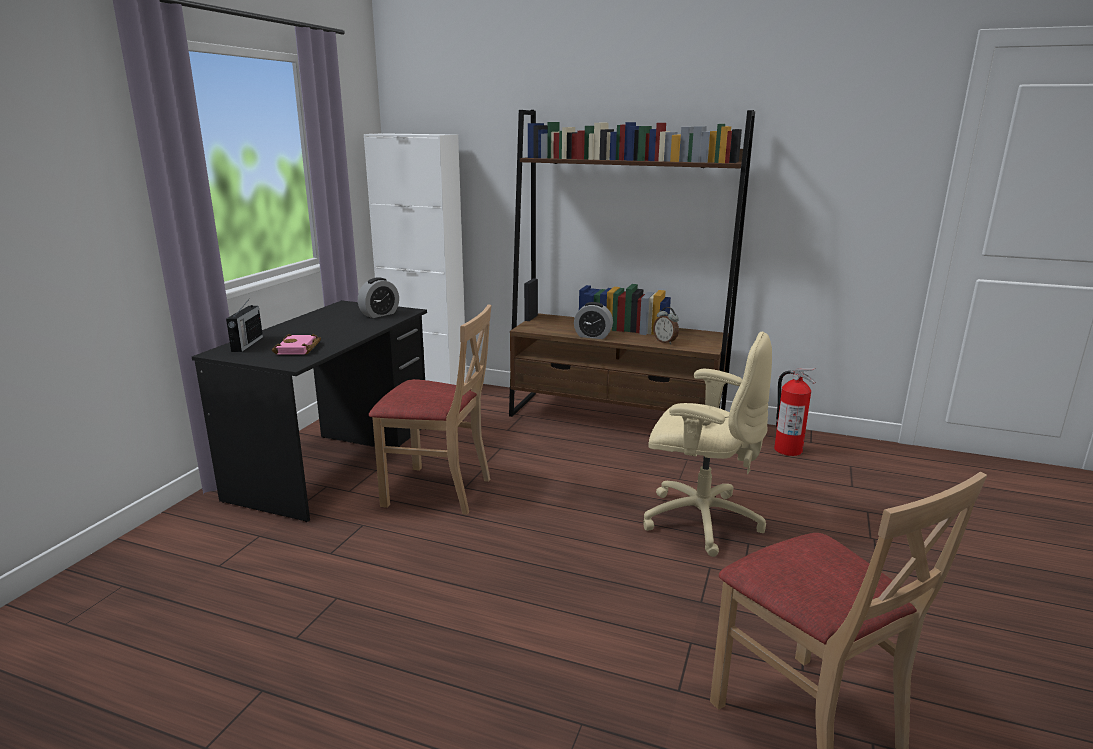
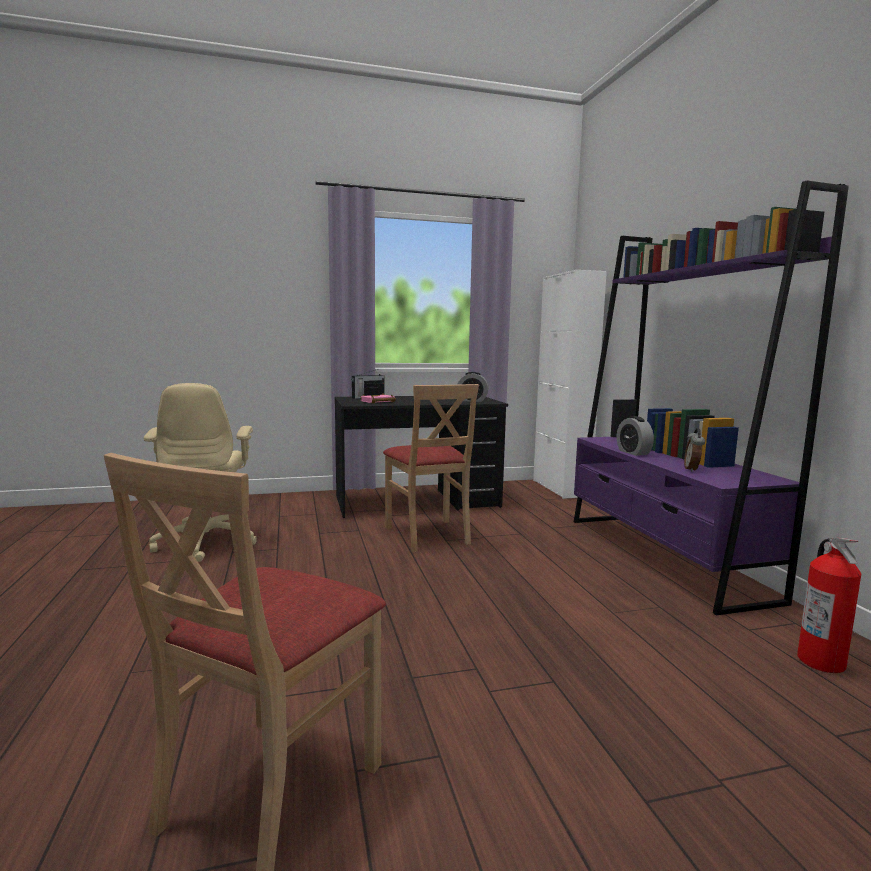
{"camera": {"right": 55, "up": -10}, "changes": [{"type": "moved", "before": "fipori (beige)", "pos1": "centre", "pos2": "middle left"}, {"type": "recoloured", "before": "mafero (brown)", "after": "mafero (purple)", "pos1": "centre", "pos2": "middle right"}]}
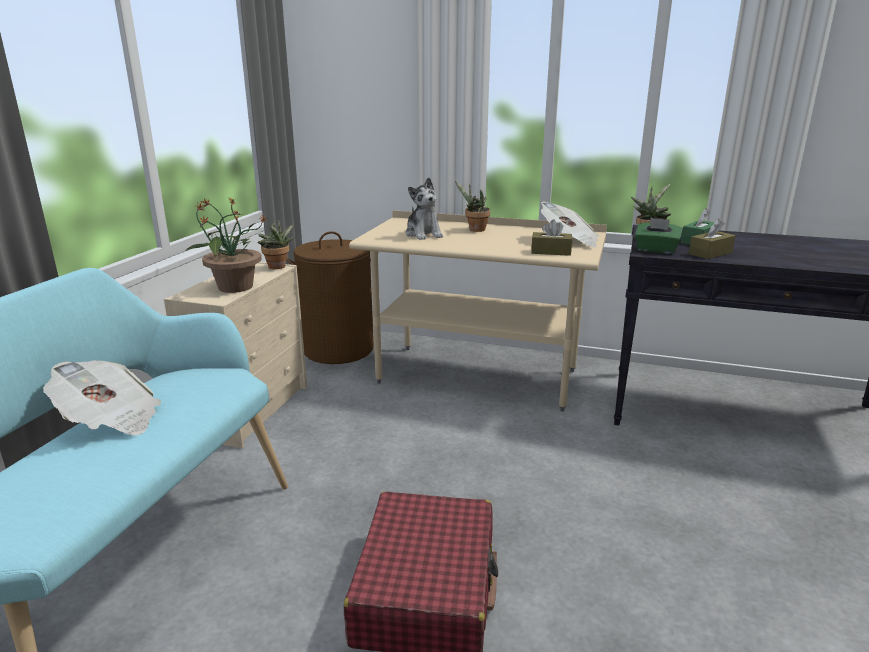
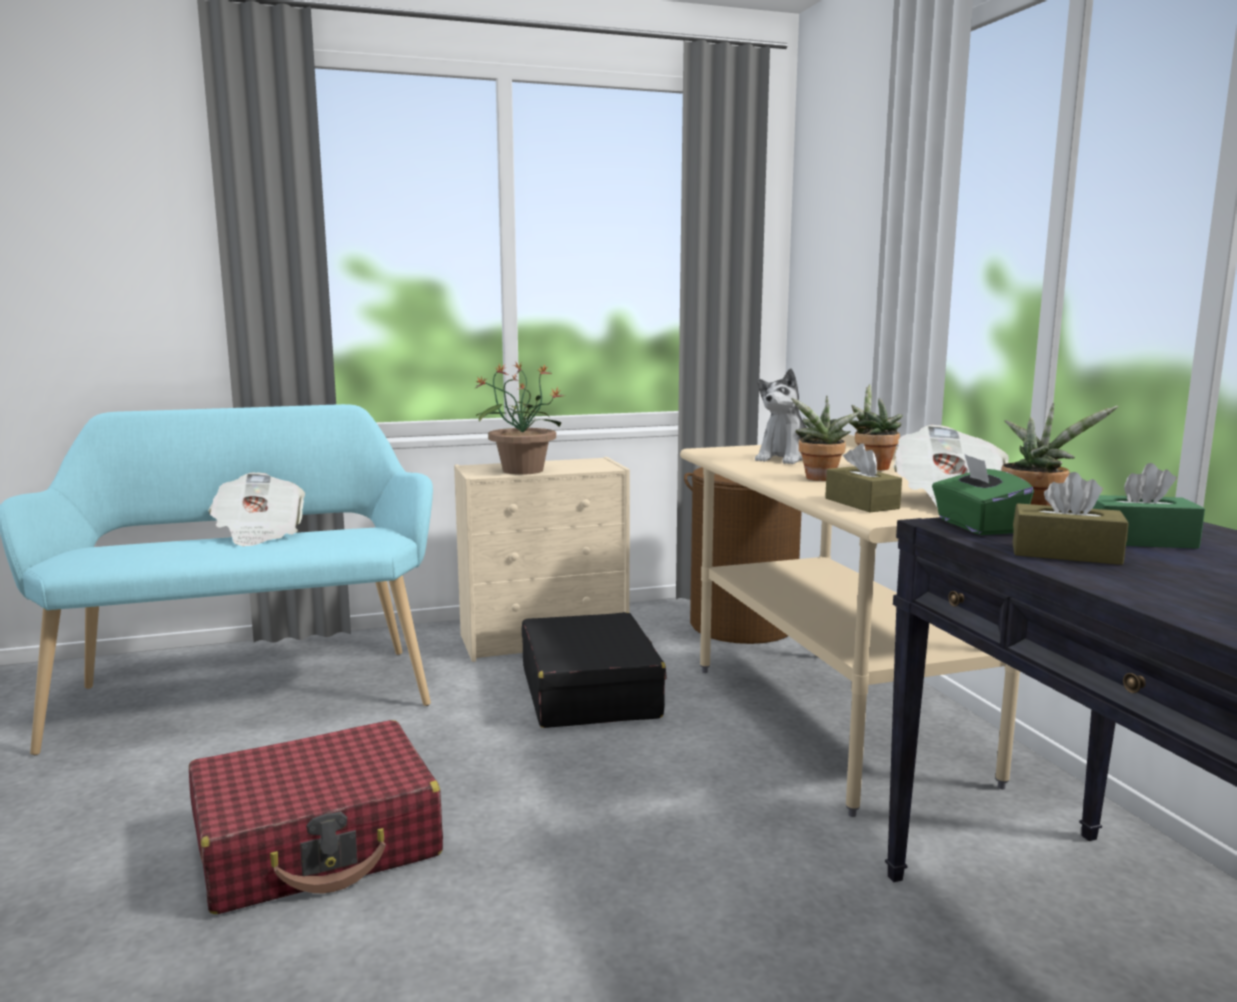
{"camera": {"right": 55, "up": -10}, "changes": [{"type": "added", "after": "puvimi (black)", "pos2": "bottom centre"}, {"type": "moved", "before": "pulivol (2nd from left)", "pos1": "middle left", "pos2": "middle right"}]}
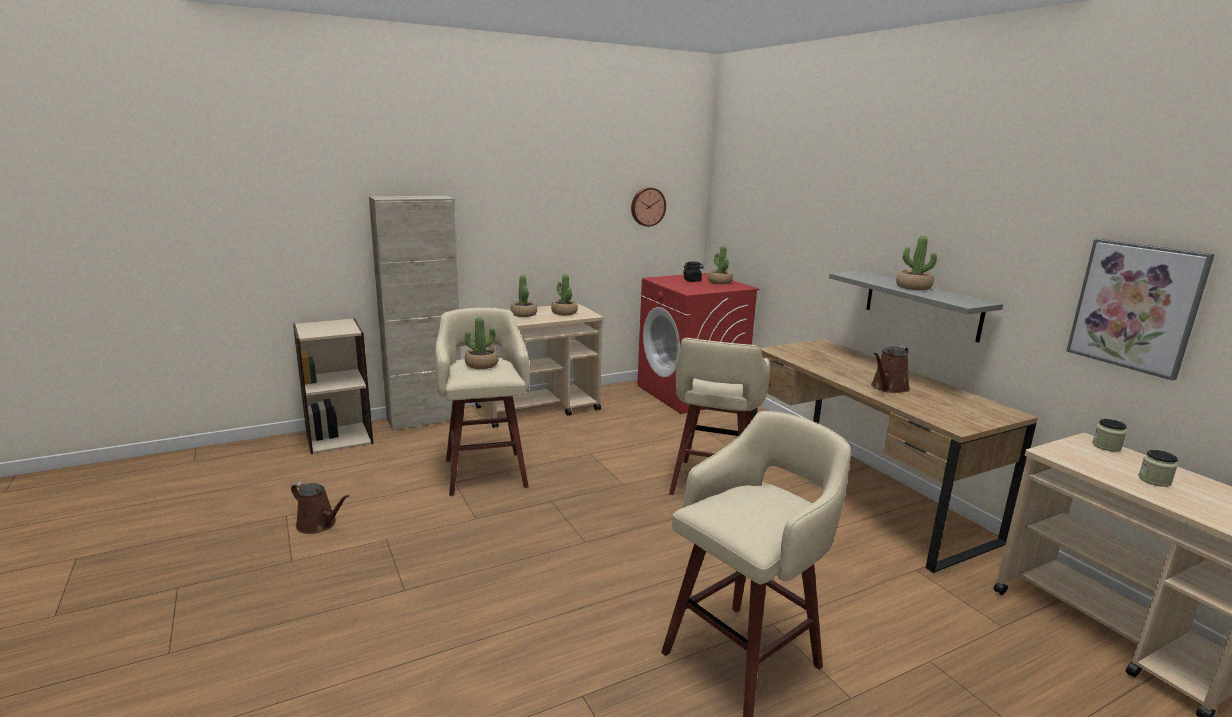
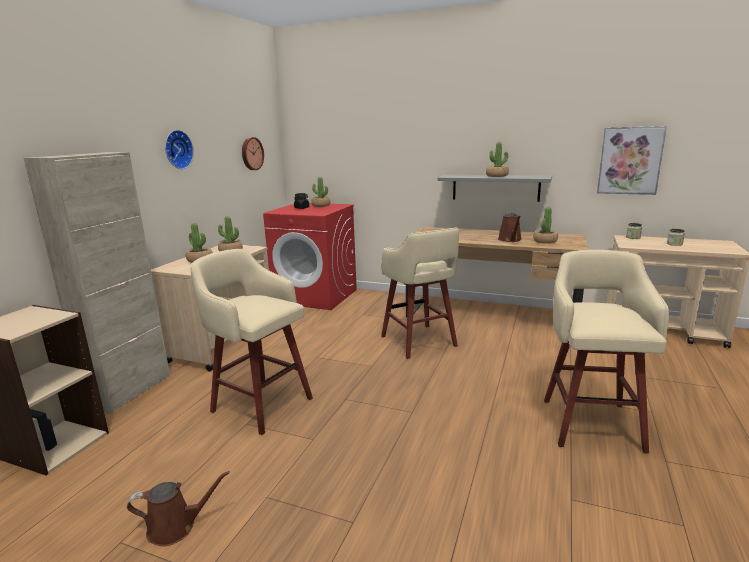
{"camera": {"right": -40, "up": 0}, "changes": [{"type": "added", "after": "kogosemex (1st from left)", "pos2": "top left"}, {"type": "moved", "before": "pulivol (1st from left in the first image)", "after": "pulivol (5th from left)", "pos1": "centre", "pos2": "middle right"}]}
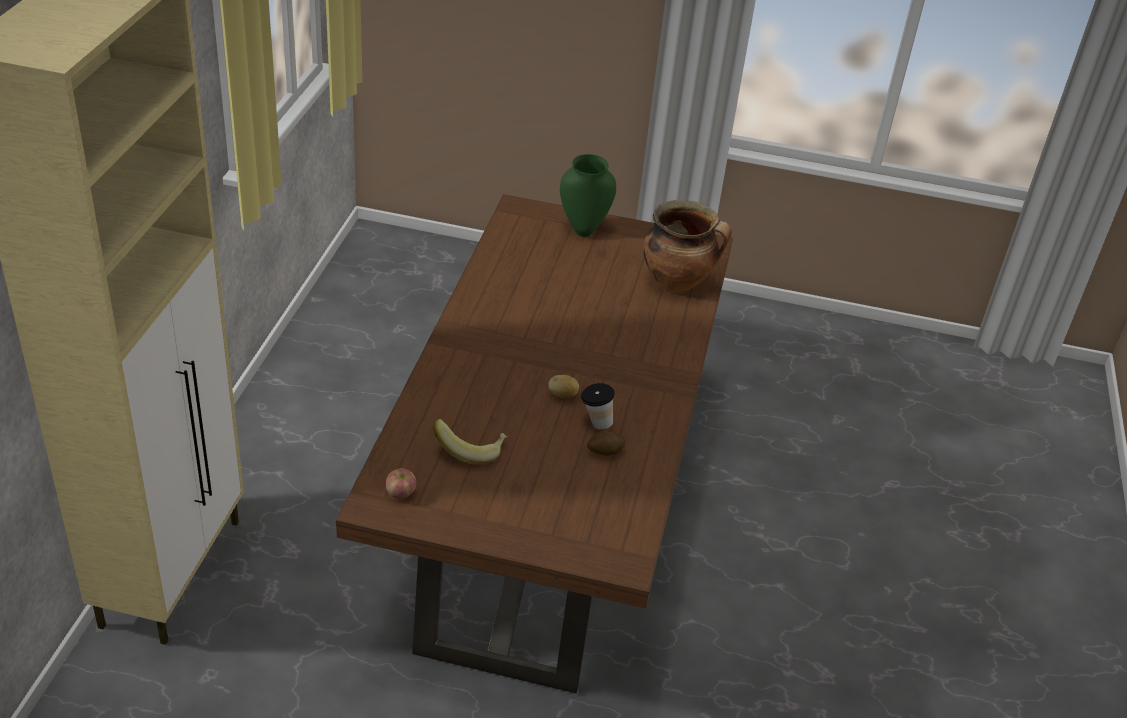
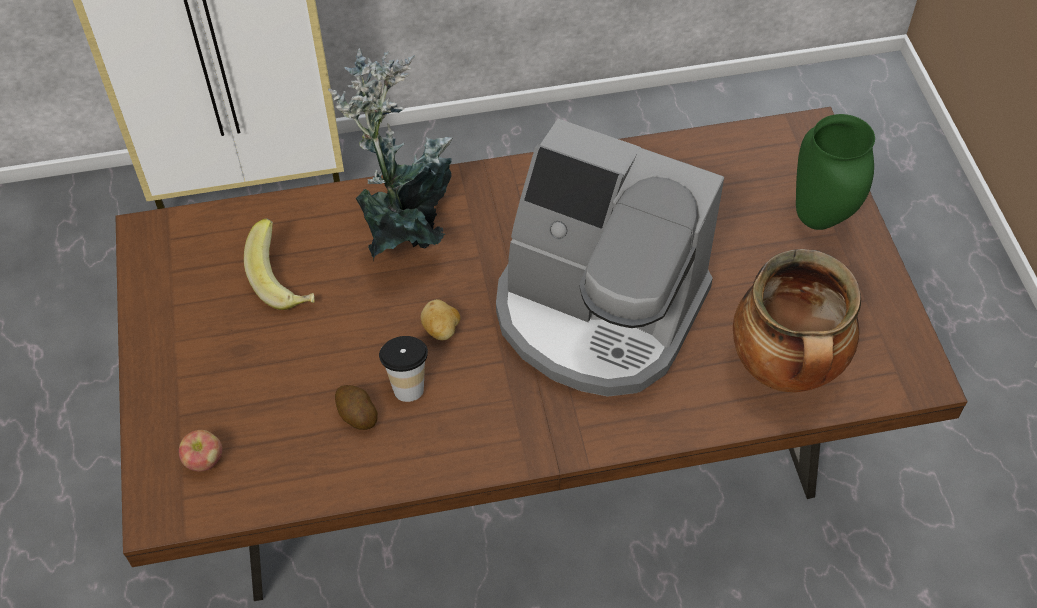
{"camera": {"right": 70, "up": 15}, "changes": [{"type": "added", "after": "pulivol", "pos2": "top centre"}, {"type": "added", "after": "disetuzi", "pos2": "centre"}, {"type": "moved", "before": "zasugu", "pos1": "bottom centre", "pos2": "bottom left"}]}
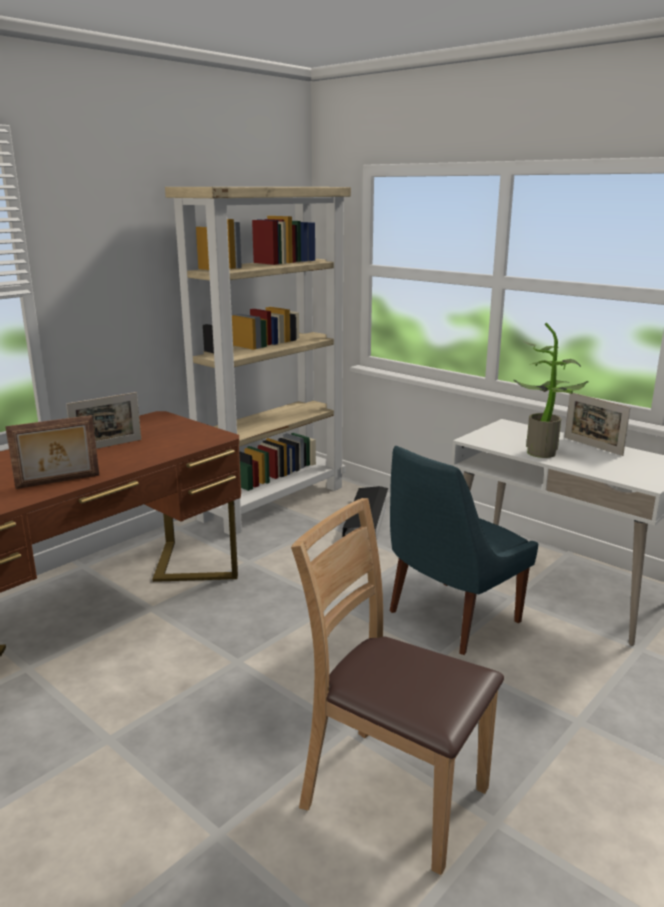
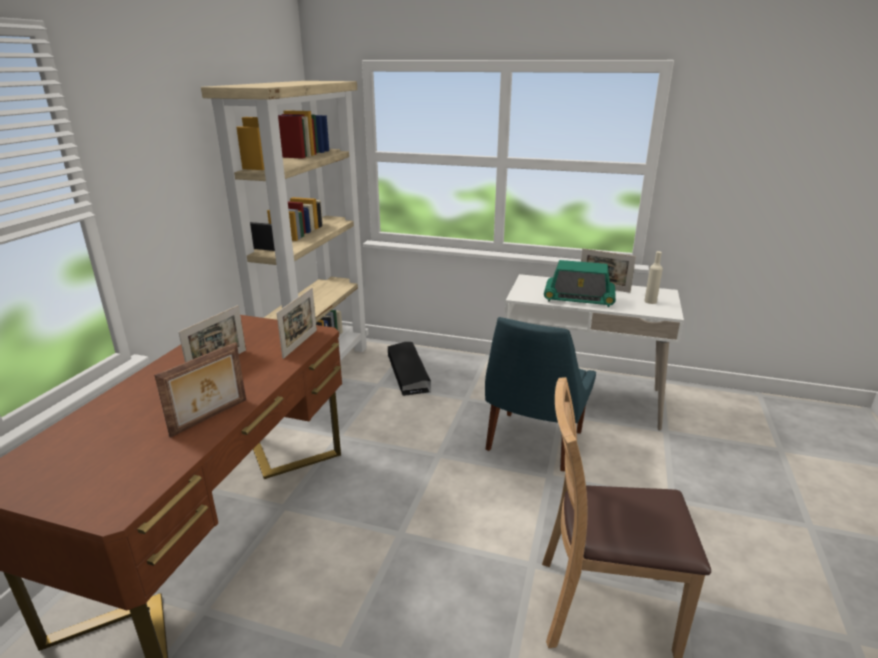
{"camera": {"right": -25, "up": 5}, "changes": [{"type": "added", "after": "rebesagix (3rd from left)", "pos2": "centre"}, {"type": "added", "after": "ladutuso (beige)", "pos2": "middle right"}, {"type": "replaced", "before": "pulivol", "after": "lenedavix", "pos1": "middle right", "pos2": "centre"}]}
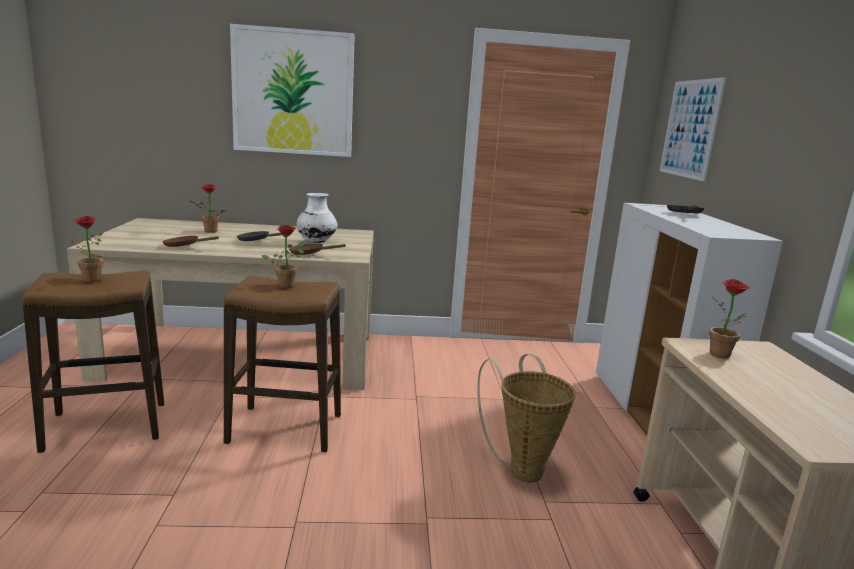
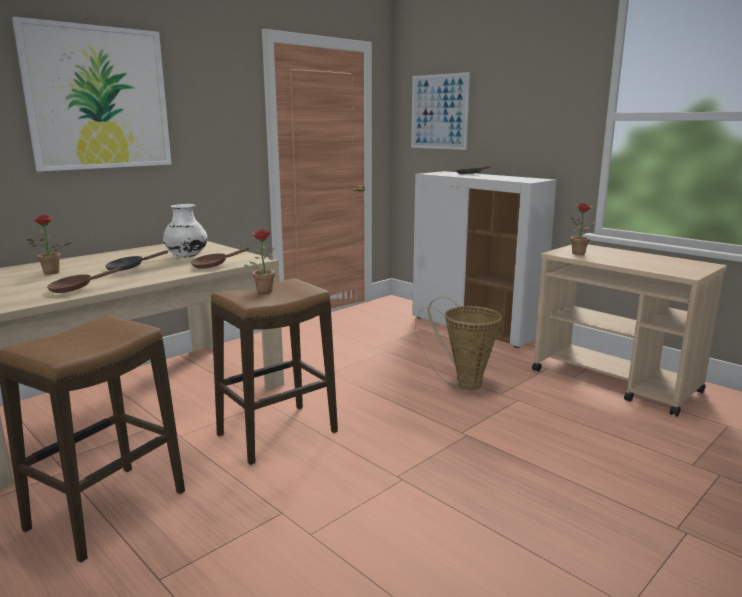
{"camera": {"right": -40, "up": 0}, "changes": [{"type": "removed", "before": "pulivol (1st from left)", "pos1": "middle left"}]}
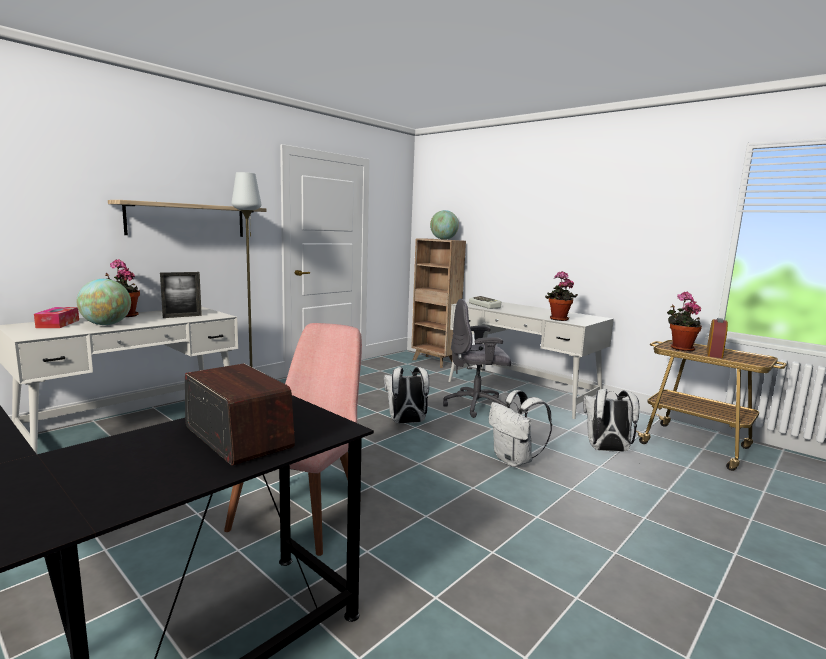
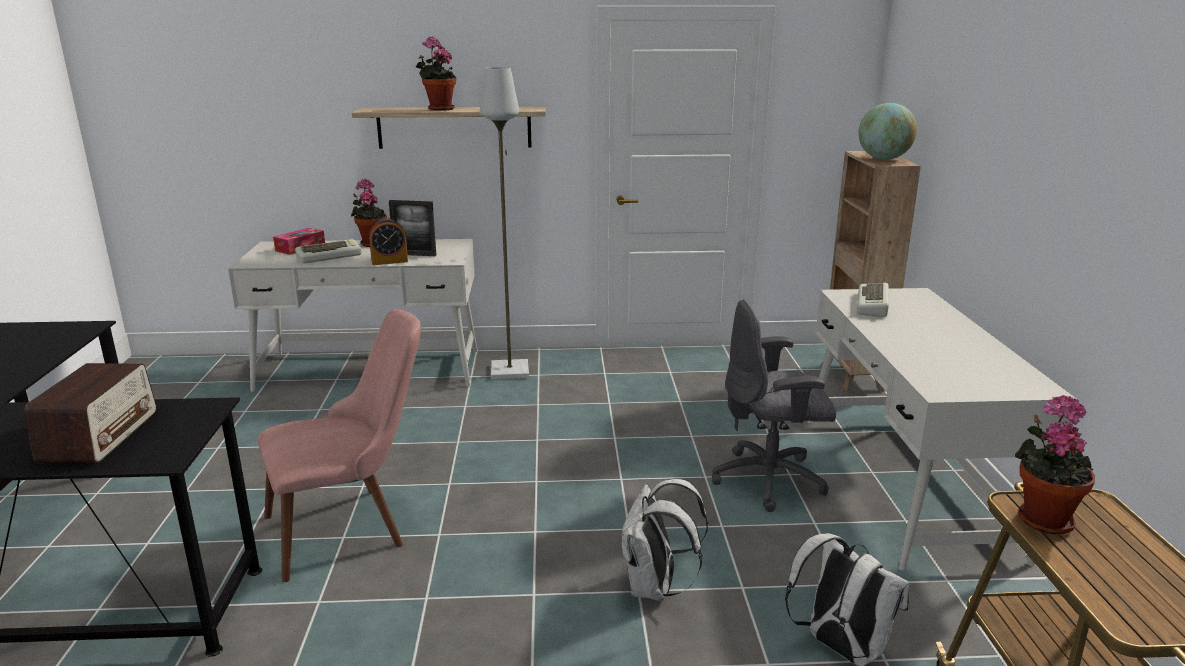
{"camera": {"right": 45, "up": 10}, "changes": [{"type": "removed", "before": "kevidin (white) (1st from left)", "pos1": "centre"}, {"type": "moved", "before": "pulivol (2nd from left)", "pos1": "middle right", "pos2": "top centre"}, {"type": "moved", "before": "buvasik", "pos1": "middle right", "pos2": "middle left"}, {"type": "replaced", "before": "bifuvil (1st from left)", "after": "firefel (1st from left)", "pos1": "middle left", "pos2": "middle left"}, {"type": "turned", "before": "fipori (grey)", "pos1": "centre", "pos2": "centre", "turn": -45}]}
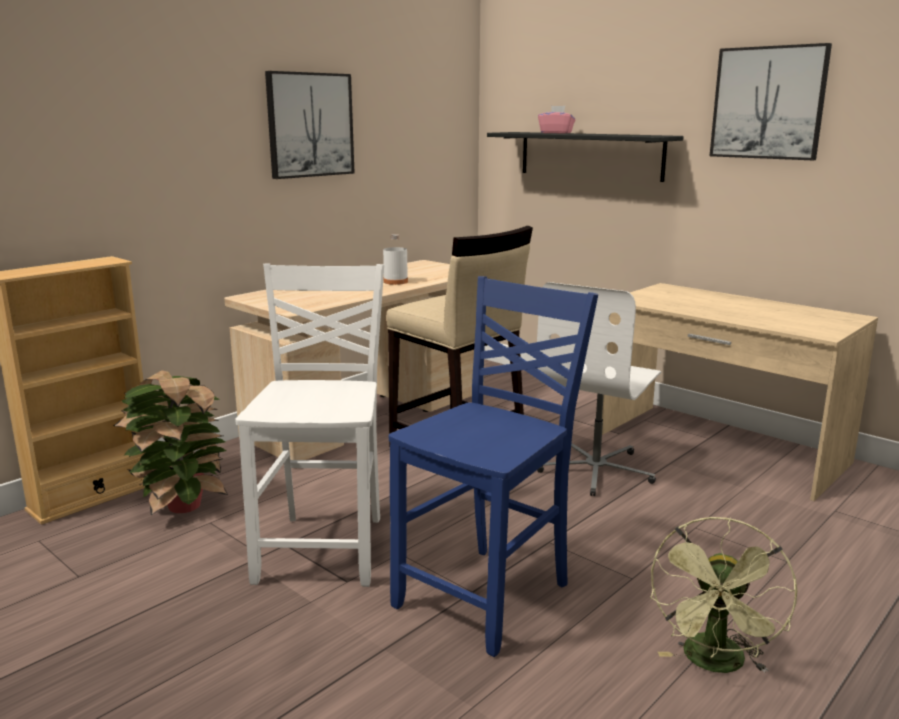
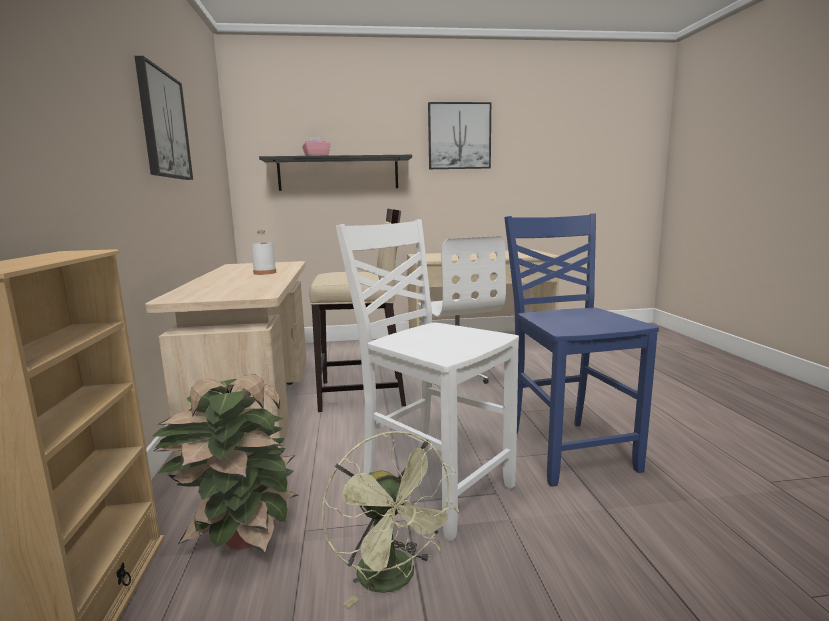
{"camera": {"right": -50, "up": -5}, "changes": [{"type": "moved", "before": "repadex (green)", "pos1": "bottom right", "pos2": "bottom centre"}]}
